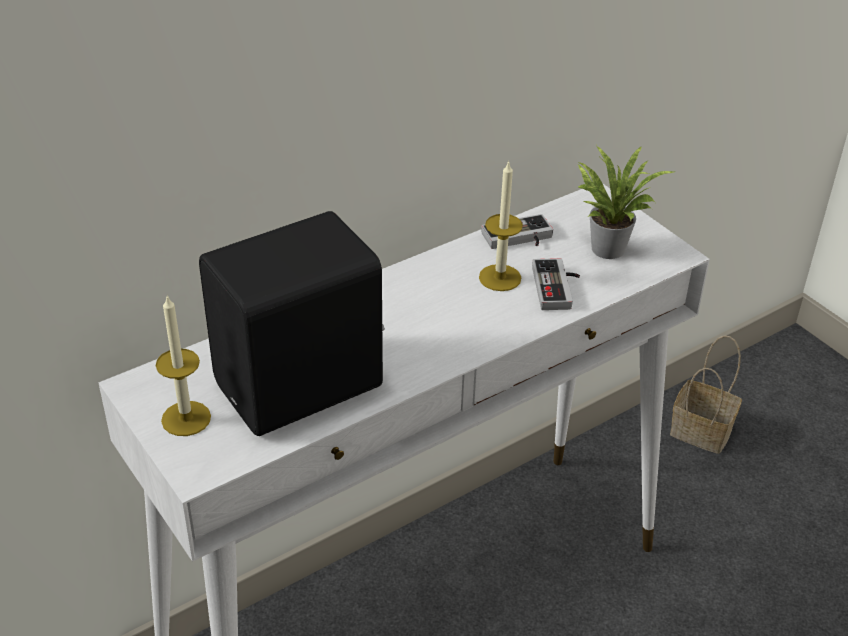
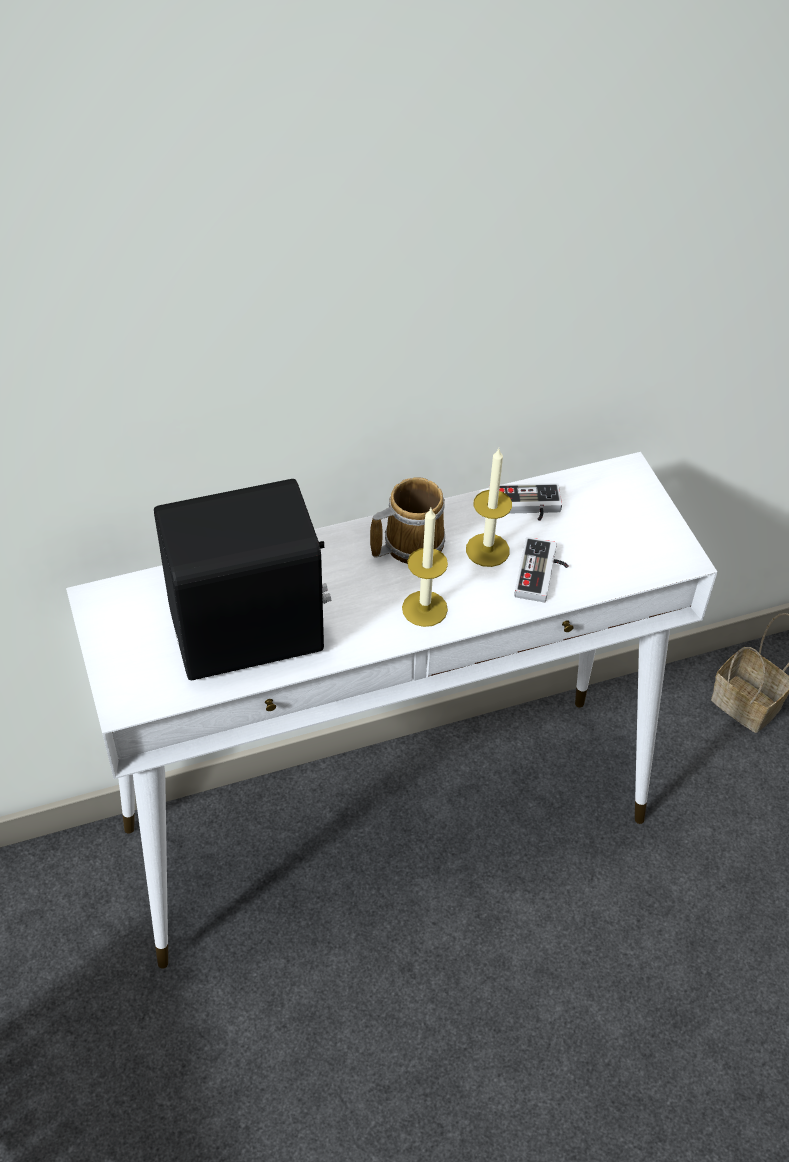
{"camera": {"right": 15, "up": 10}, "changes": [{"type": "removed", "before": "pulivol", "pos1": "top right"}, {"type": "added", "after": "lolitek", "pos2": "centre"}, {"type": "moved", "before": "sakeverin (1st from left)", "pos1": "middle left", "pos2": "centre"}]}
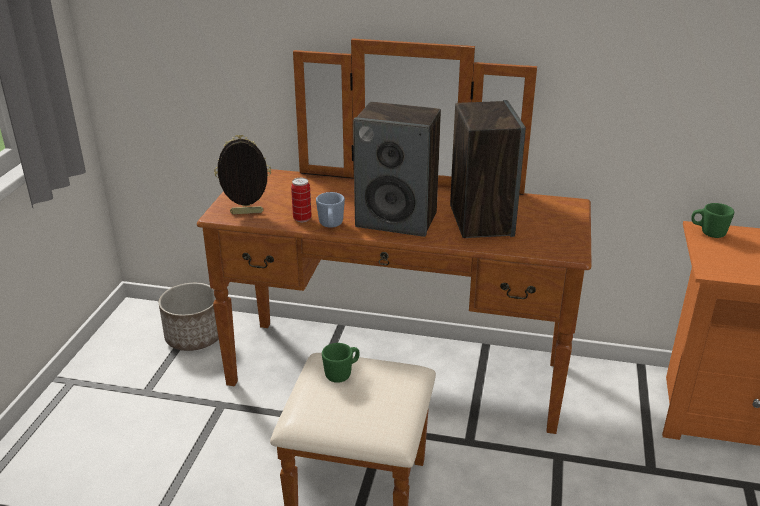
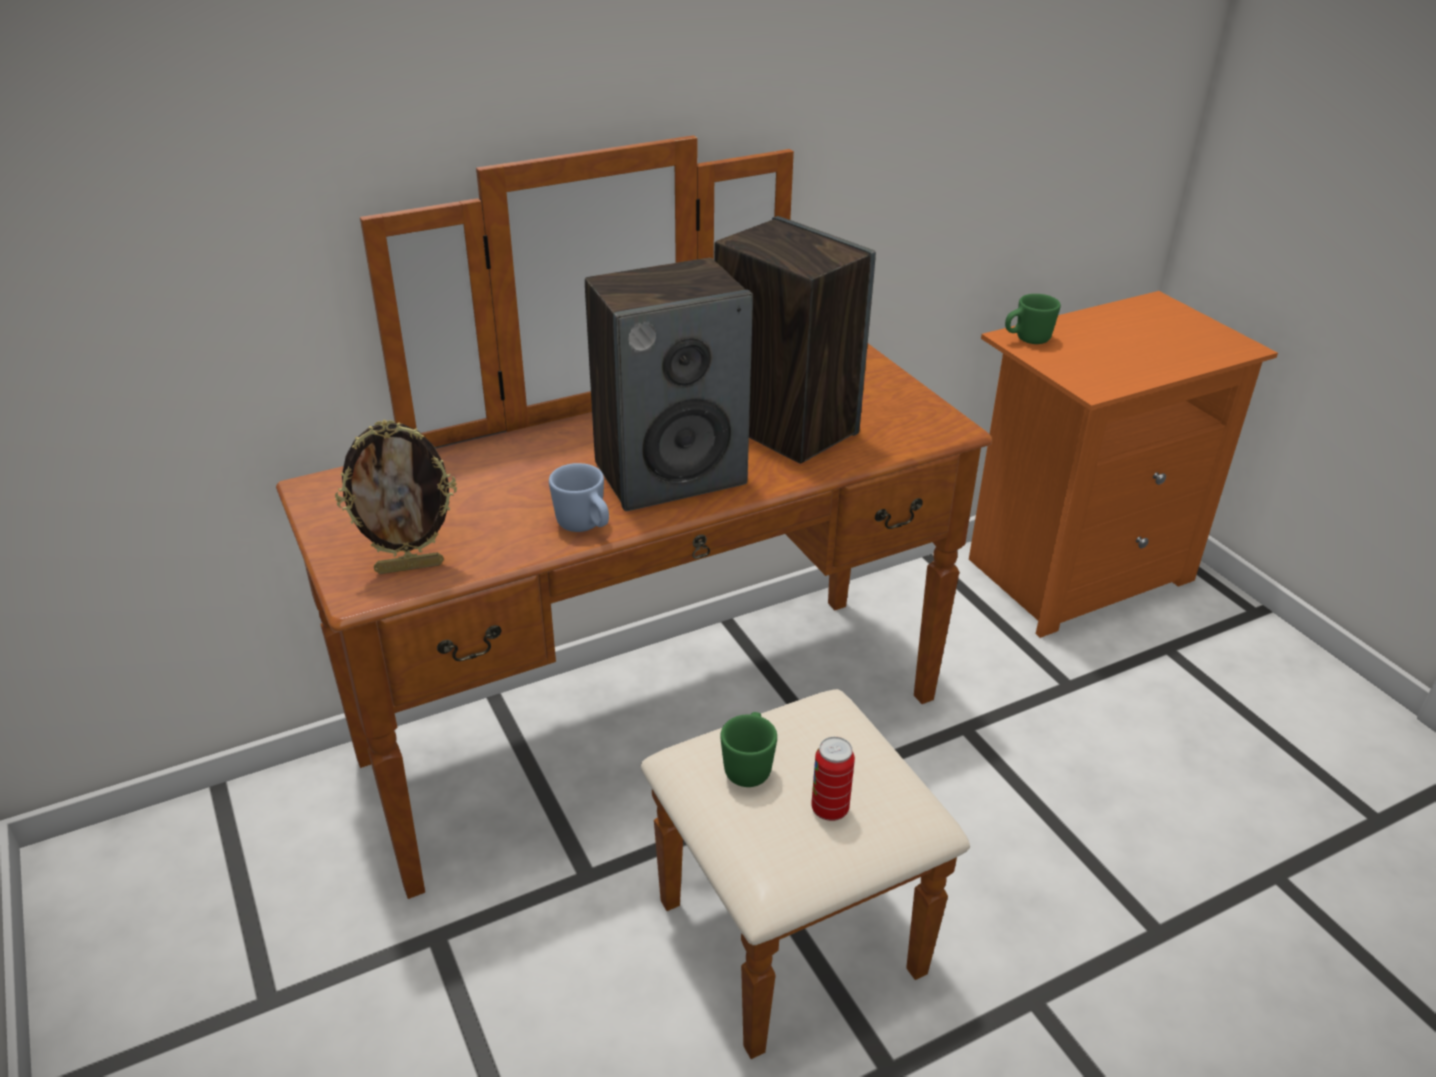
{"camera": {"right": -40, "up": 5}, "changes": [{"type": "removed", "before": "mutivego", "pos1": "middle left"}, {"type": "moved", "before": "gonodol", "pos1": "centre", "pos2": "bottom centre"}, {"type": "turned", "before": "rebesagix", "pos1": "middle left", "pos2": "middle left", "turn": -150}]}
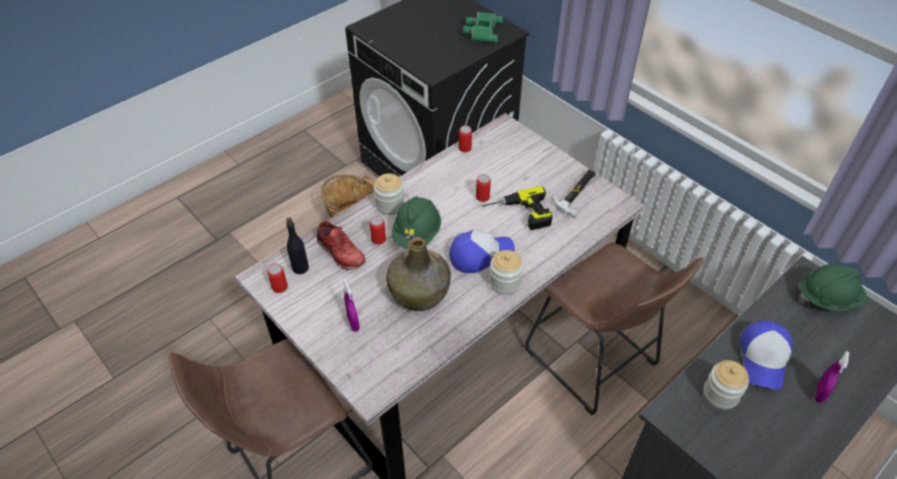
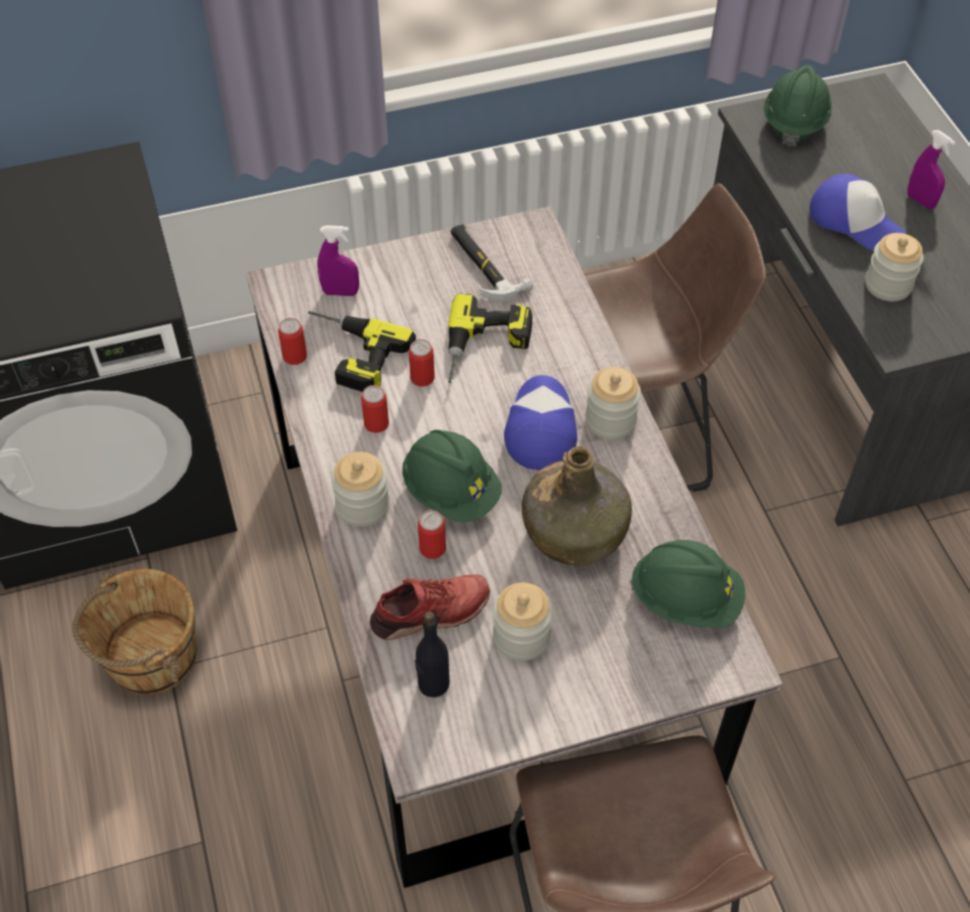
{"camera": {"right": -65, "up": 5}, "changes": [{"type": "removed", "before": "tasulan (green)", "pos1": "top centre"}, {"type": "added", "after": "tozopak (1st from left)", "pos2": "centre"}, {"type": "added", "after": "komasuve (2nd from left)", "pos2": "bottom centre"}, {"type": "added", "after": "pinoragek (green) (2nd from left)", "pos2": "middle right"}, {"type": "moved", "before": "gonodol (1st from left in the first image)", "after": "gonodol (2nd from left)", "pos1": "middle left", "pos2": "centre"}, {"type": "moved", "before": "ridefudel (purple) (1st from left)", "pos1": "centre", "pos2": "top centre"}]}
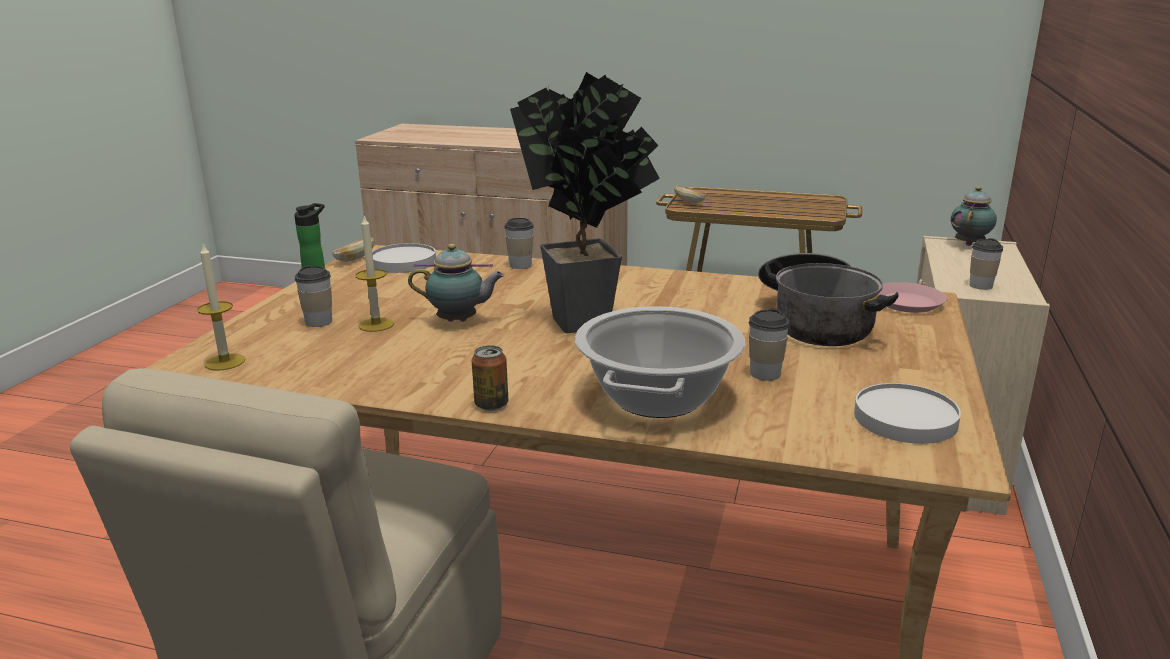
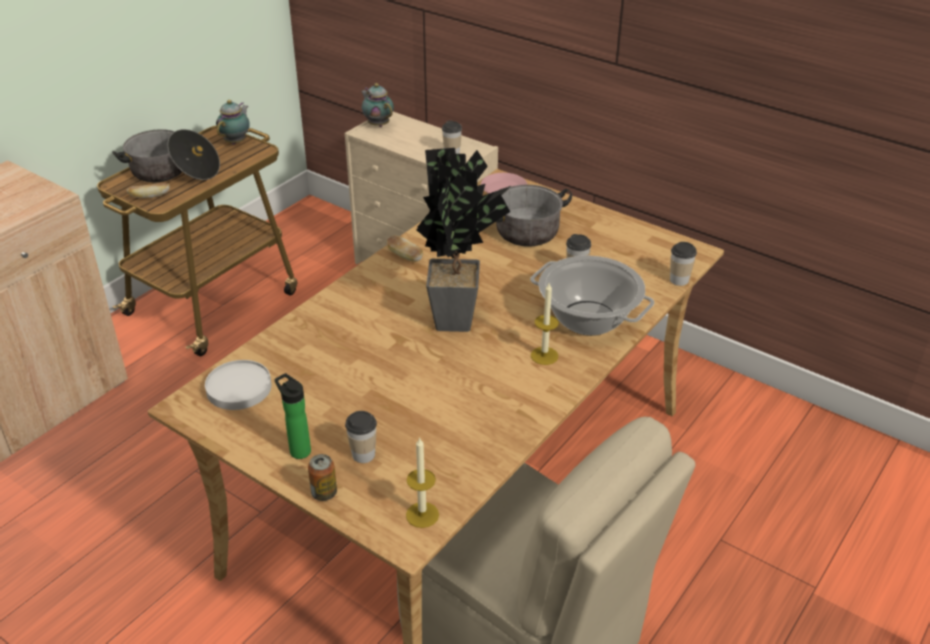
{"camera": {"right": -70, "up": 15}, "changes": [{"type": "removed", "before": "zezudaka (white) (2nd from left)", "pos1": "middle right"}, {"type": "added", "after": "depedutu (1st from left)", "pos2": "top left"}, {"type": "moved", "before": "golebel (1st from left in the first image)", "after": "golebel (2nd from left)", "pos1": "middle left", "pos2": "centre"}, {"type": "moved", "before": "sakeverin (2nd from left)", "pos1": "middle left", "pos2": "centre"}, {"type": "moved", "before": "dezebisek (1st from left)", "pos1": "centre", "pos2": "top left"}, {"type": "moved", "before": "gonodol", "pos1": "centre", "pos2": "bottom centre"}, {"type": "moved", "before": "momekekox (2nd from left in the first image)", "after": "momekekox (4th from left)", "pos1": "centre", "pos2": "middle right"}]}
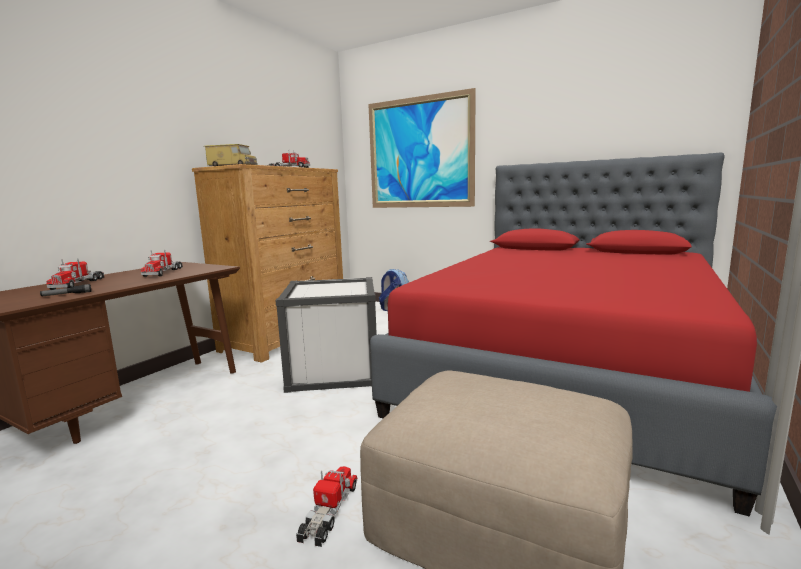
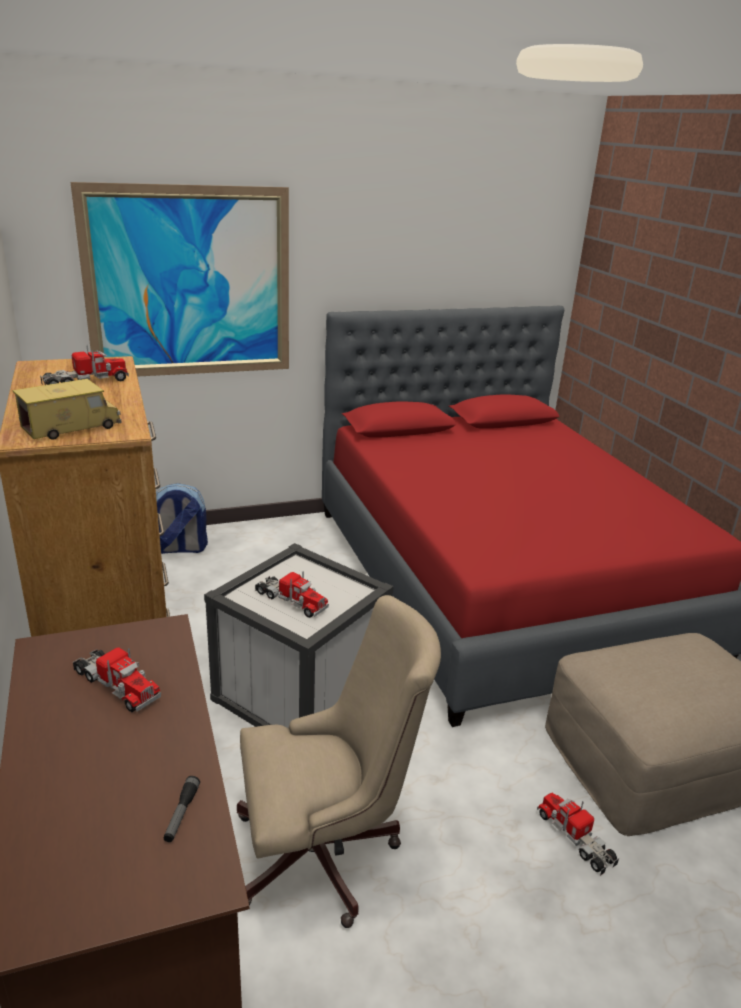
{"camera": {"right": -50, "up": 15}, "changes": [{"type": "added", "after": "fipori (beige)", "pos2": "bottom centre"}, {"type": "moved", "before": "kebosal (1st from left in the first image)", "after": "kebosal (4th from left)", "pos1": "middle left", "pos2": "centre"}]}
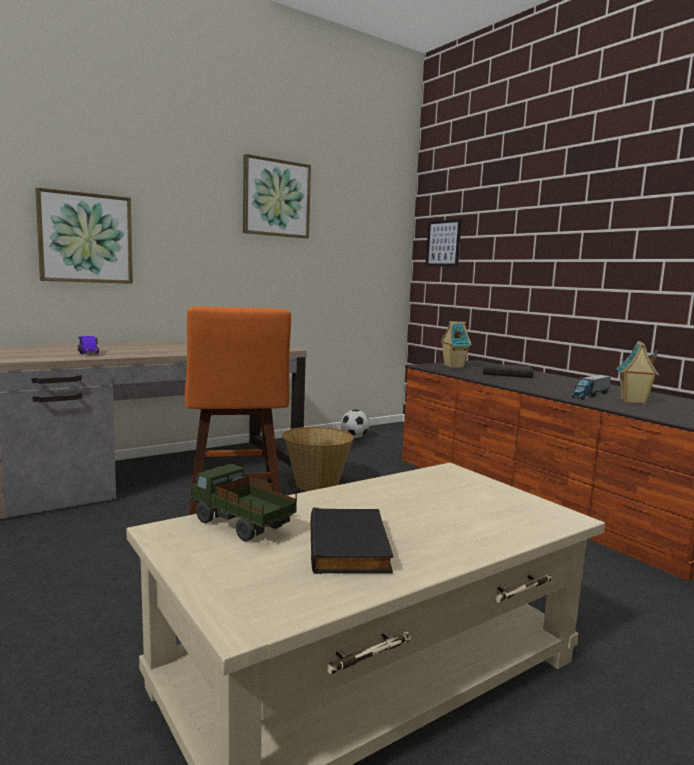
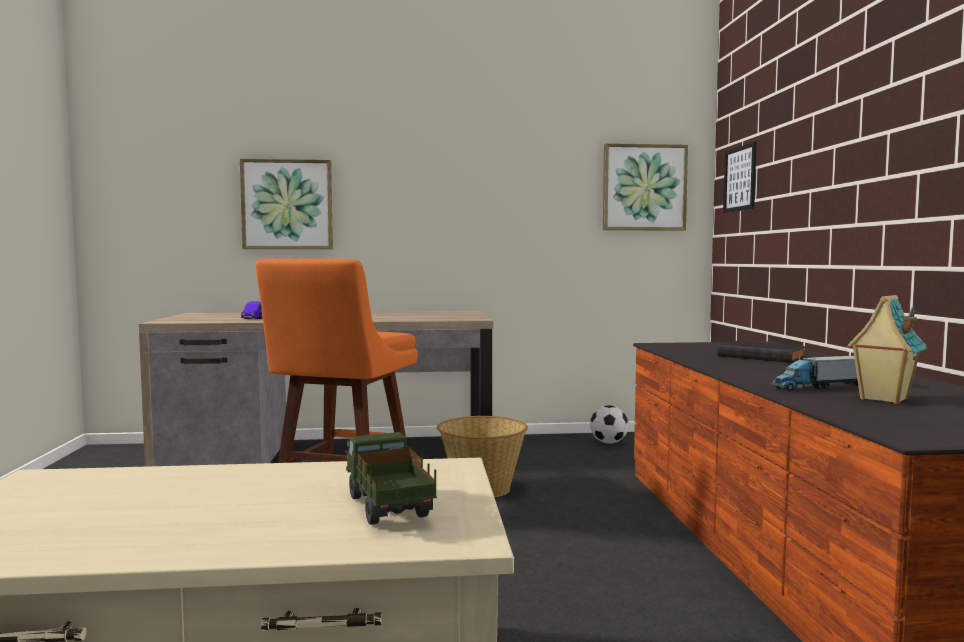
{"camera": {"right": 30, "up": -5}, "changes": [{"type": "removed", "before": "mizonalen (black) (1st from left)", "pos1": "bottom centre"}, {"type": "removed", "before": "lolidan (1st from left)", "pos1": "centre"}, {"type": "moved", "before": "kebosal (1st from left)", "pos1": "centre", "pos2": "bottom centre"}, {"type": "moved", "before": "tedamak (2nd from left)", "pos1": "top centre", "pos2": "top right"}]}
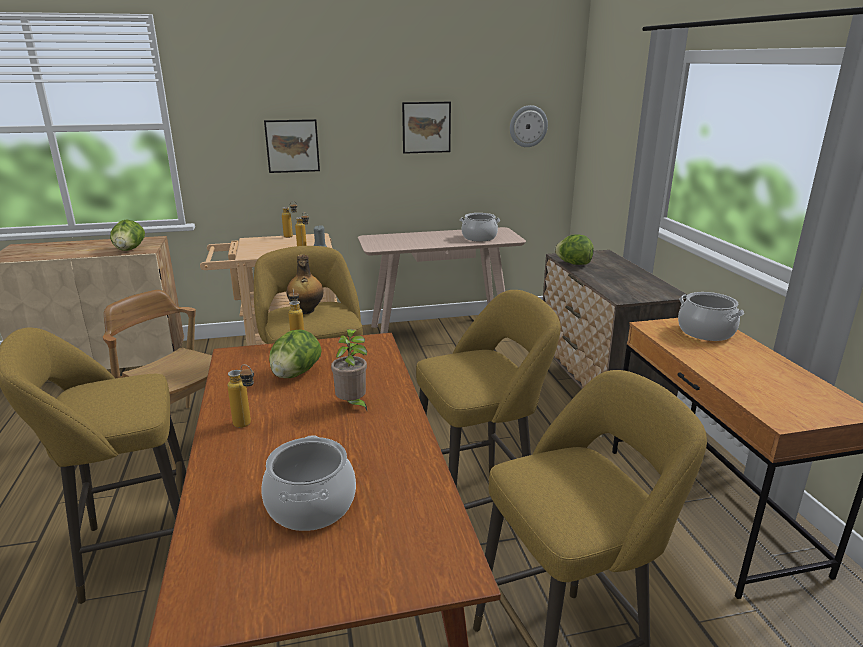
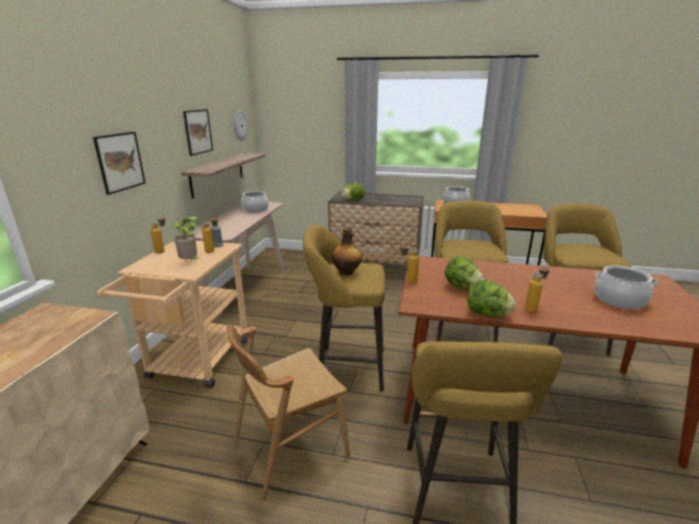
{"camera": {"right": -65, "up": 0}, "changes": [{"type": "added", "after": "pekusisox", "pos2": "middle left"}, {"type": "moved", "before": "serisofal (1st from left in the first image)", "after": "serisofal (3rd from left)", "pos1": "middle left", "pos2": "middle right"}, {"type": "moved", "before": "pulivol", "pos1": "centre", "pos2": "middle left"}]}
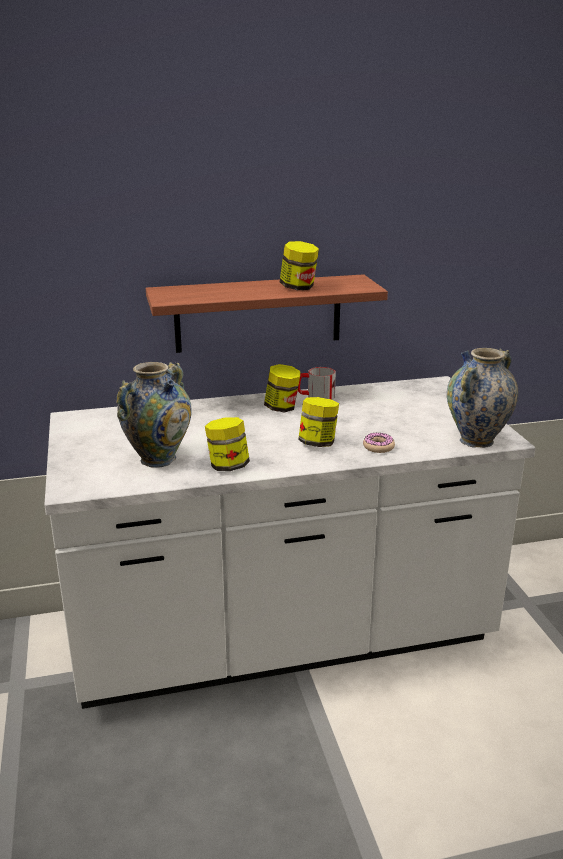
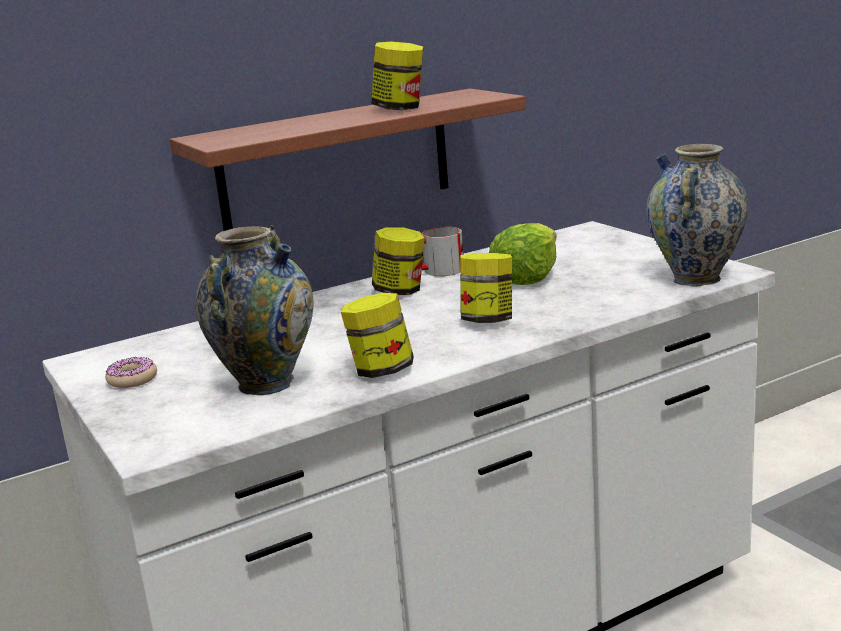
{"camera": {"right": -15, "up": -5}, "changes": [{"type": "added", "after": "serisofal", "pos2": "centre"}, {"type": "moved", "before": "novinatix", "pos1": "middle right", "pos2": "middle left"}]}
